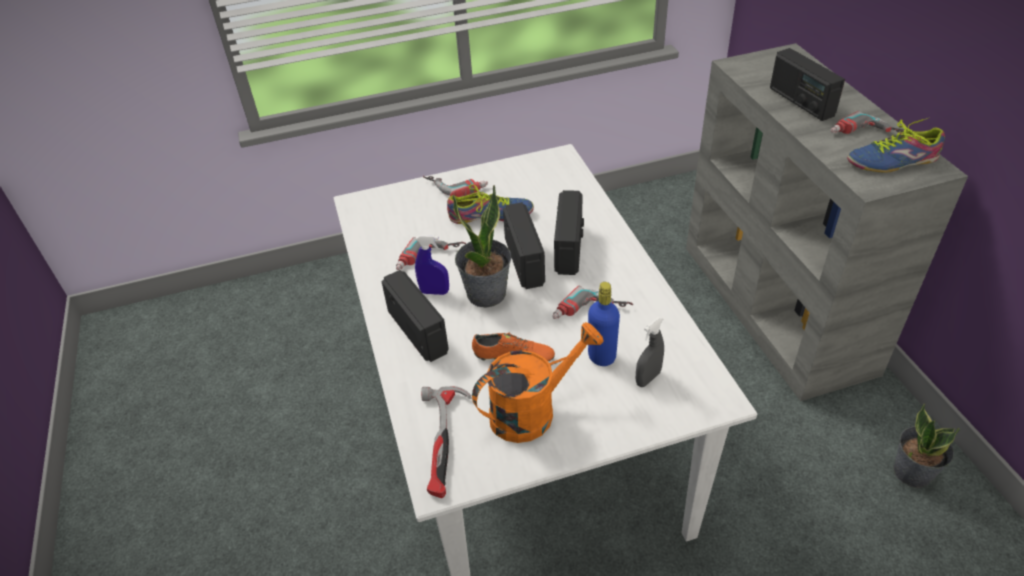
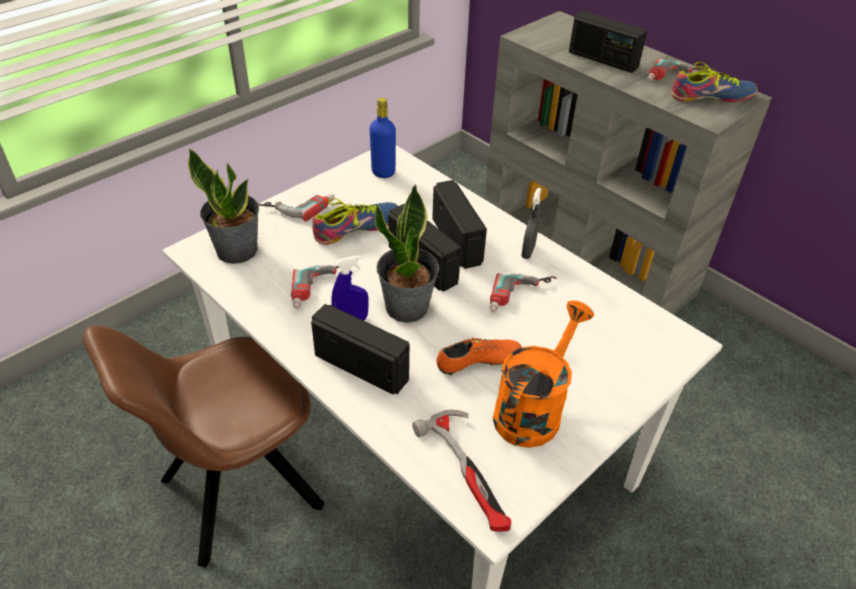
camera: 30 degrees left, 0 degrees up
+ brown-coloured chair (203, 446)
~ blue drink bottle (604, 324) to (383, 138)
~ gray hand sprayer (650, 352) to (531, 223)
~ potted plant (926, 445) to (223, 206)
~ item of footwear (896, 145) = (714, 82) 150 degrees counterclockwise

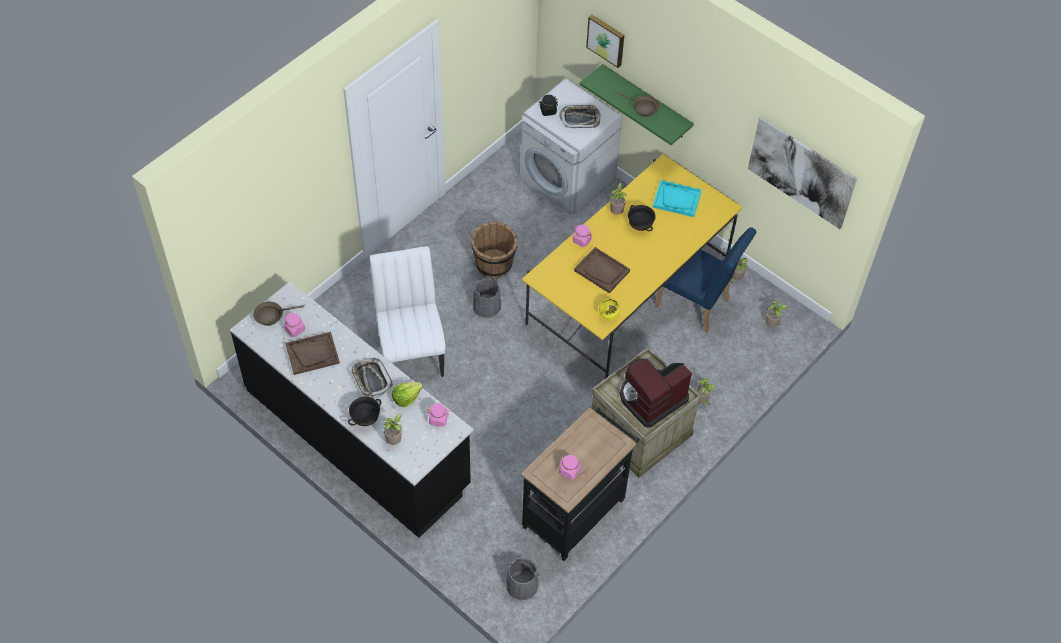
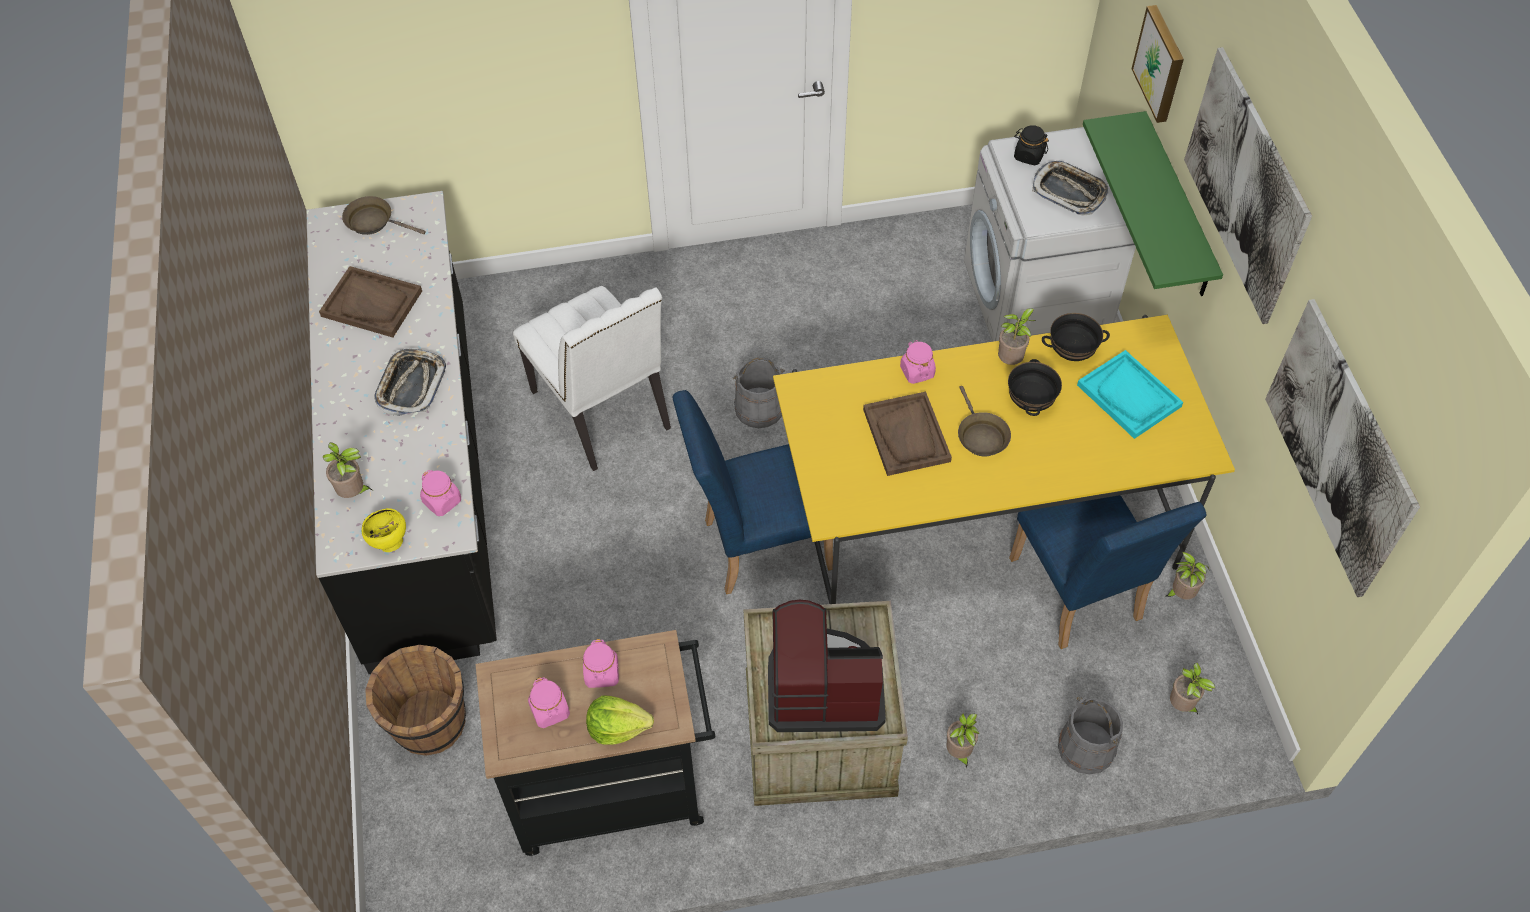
camera: 40 degrees right, 0 degrees up
+ blue chair (752, 492)
+ picture (1248, 185)
~ pink-coloured preserve jar (294, 325) to (601, 663)
~ black-coloured serving bowl (364, 411) to (1076, 337)
~ lettuce head (407, 394) to (620, 720)
~ brown-coloured water bucket (494, 250) to (415, 700)
~ gray water bucket (522, 579) to (1090, 735)
~ yellow-coloured serving bowl (610, 310) to (384, 530)
~ brown-coloured pan (638, 104) to (984, 421)
~ white-coloured chair (408, 311) = (592, 378) 120 degrees clockwise

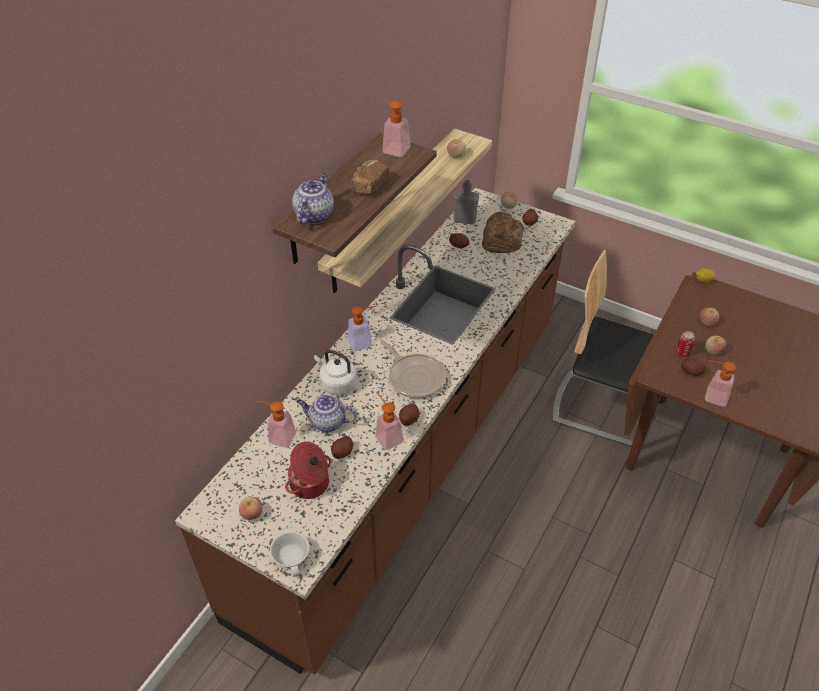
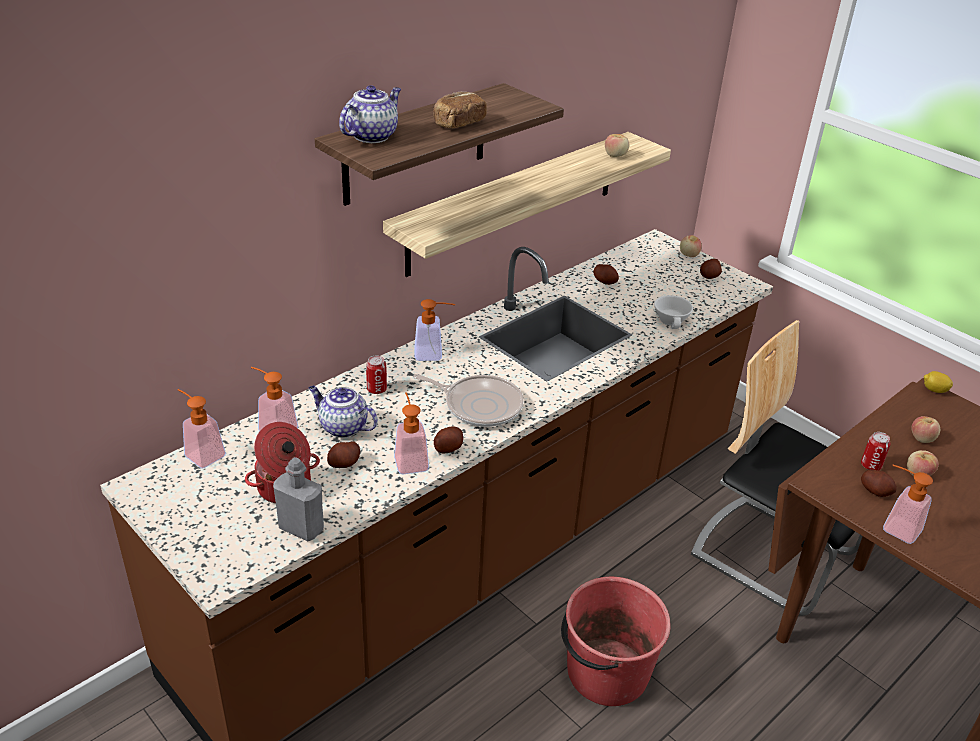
camera: 15 degrees right, 10 degrees down
- apple fruit (251, 508)
- baked bread (503, 232)
+ red water bucket (616, 641)
~ white-coloured drinking cup (290, 554) to (673, 312)
~ soap dispenser (392, 128) to (202, 428)
~ gray drink bottle (466, 202) to (298, 499)
~ white-coloured water kettle (335, 372) to can (376, 374)
~ pan (413, 369) = (468, 400) 45 degrees counterclockwise

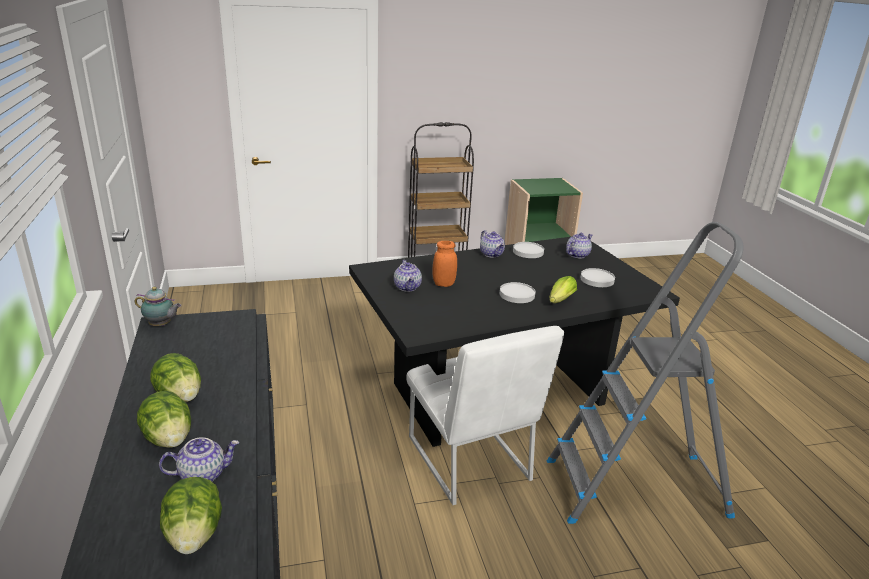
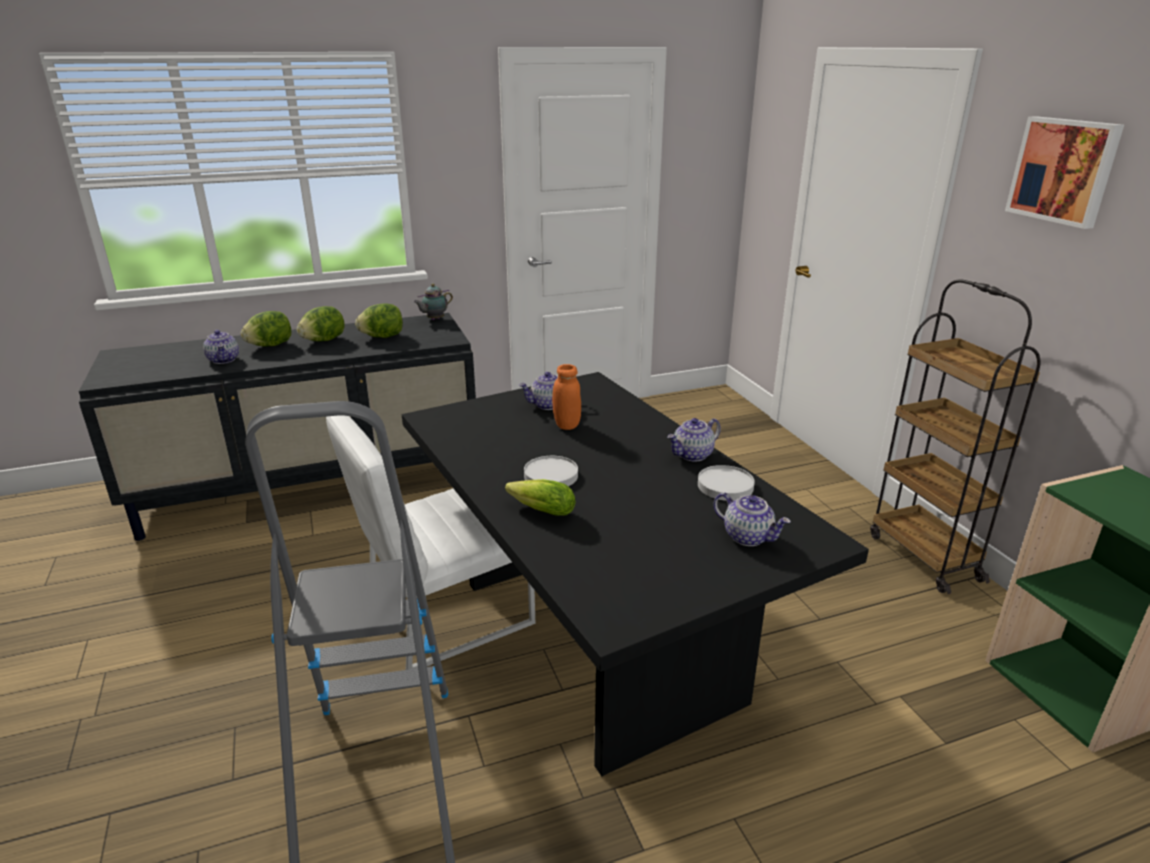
camera: 85 degrees right, 0 degrees up
- white-coloured dinner plate (597, 277)
+ picture (1064, 172)
~ lettuce head (191, 515) to (379, 320)
~ tea pot (158, 306) = (433, 302) 45 degrees clockwise

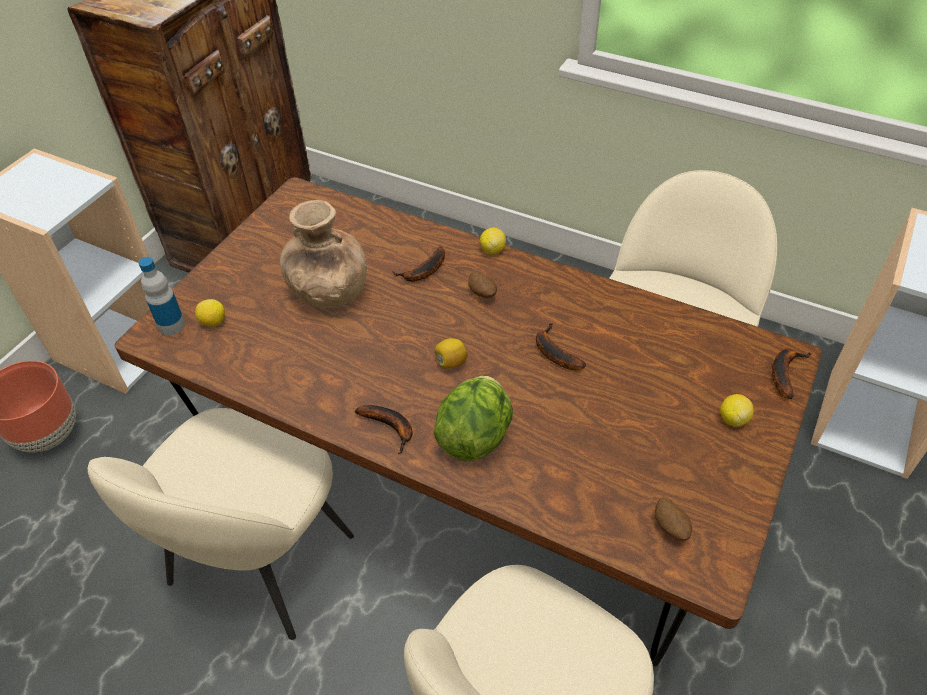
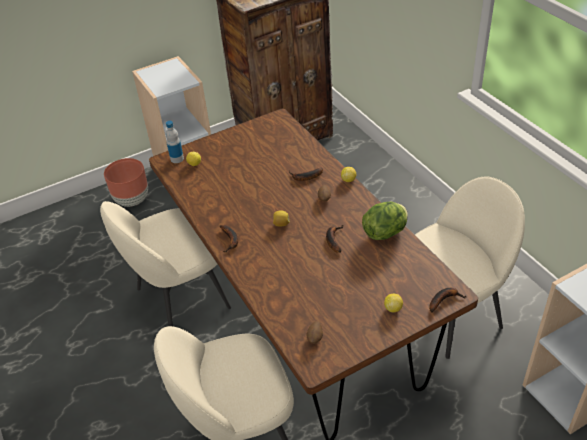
camera: 35 degrees right, 5 degrees down
- brown-coloured flower vase (323, 254)
~ lettuce head (473, 418) to (385, 221)

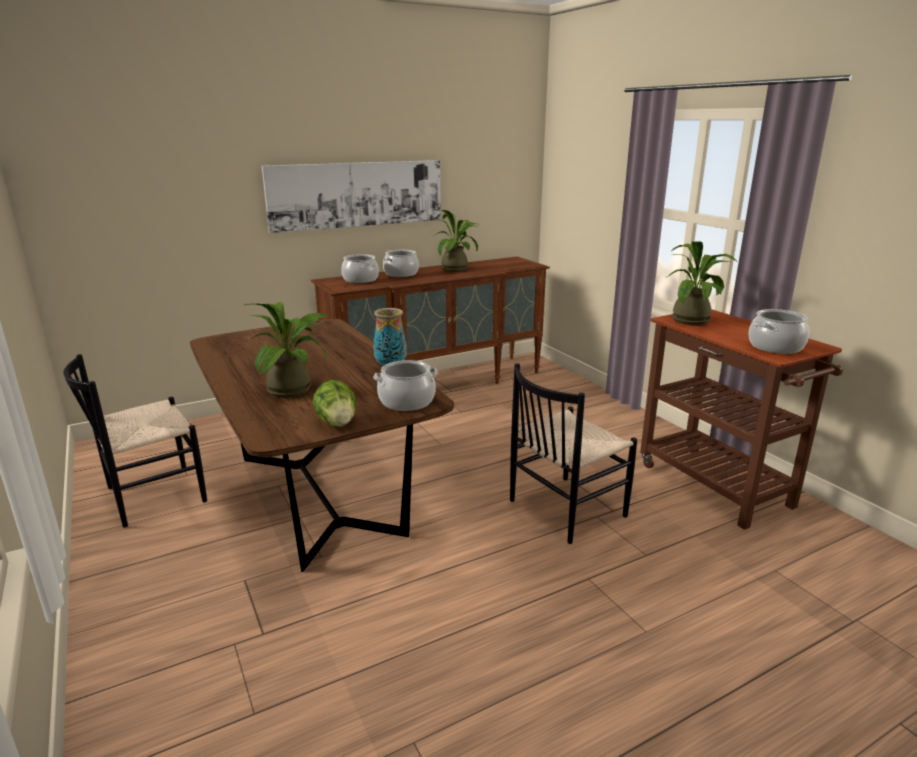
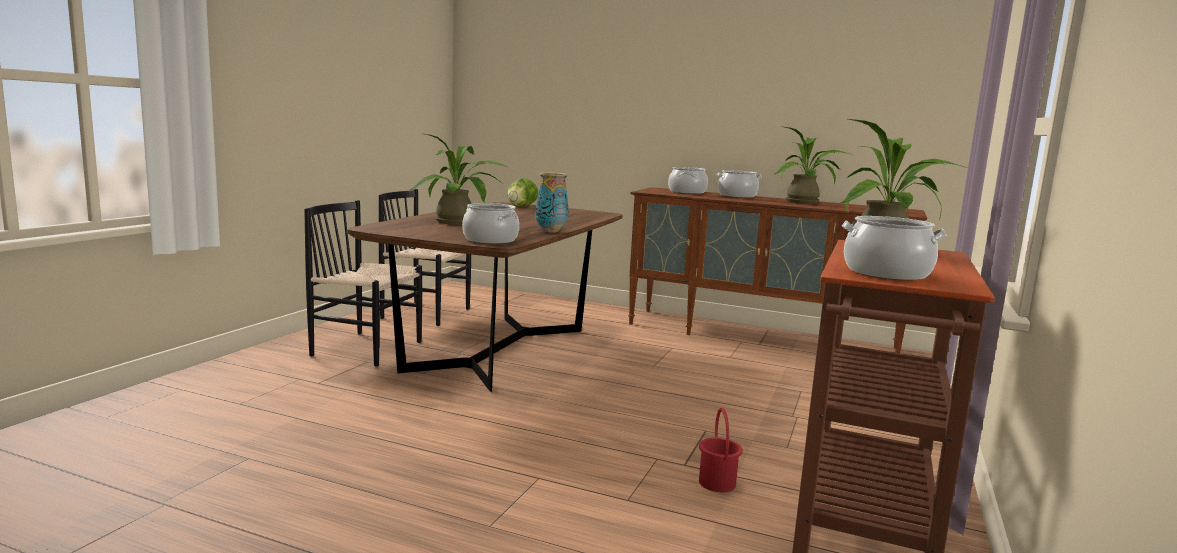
camera: 50 degrees right, 10 degrees down
- picture (351, 196)
+ red water bucket (721, 450)
~ lettuce head (334, 403) to (523, 192)
~ black-coloured chair (573, 453) to (363, 283)

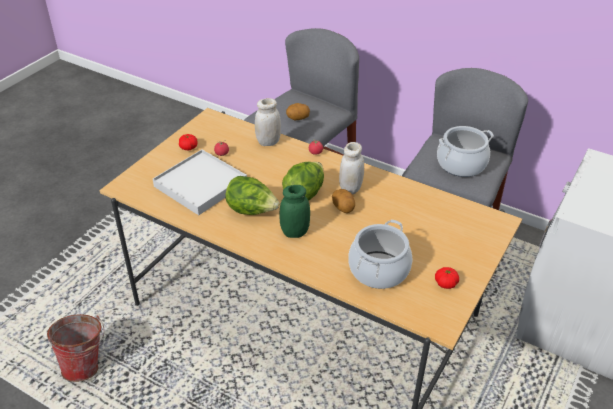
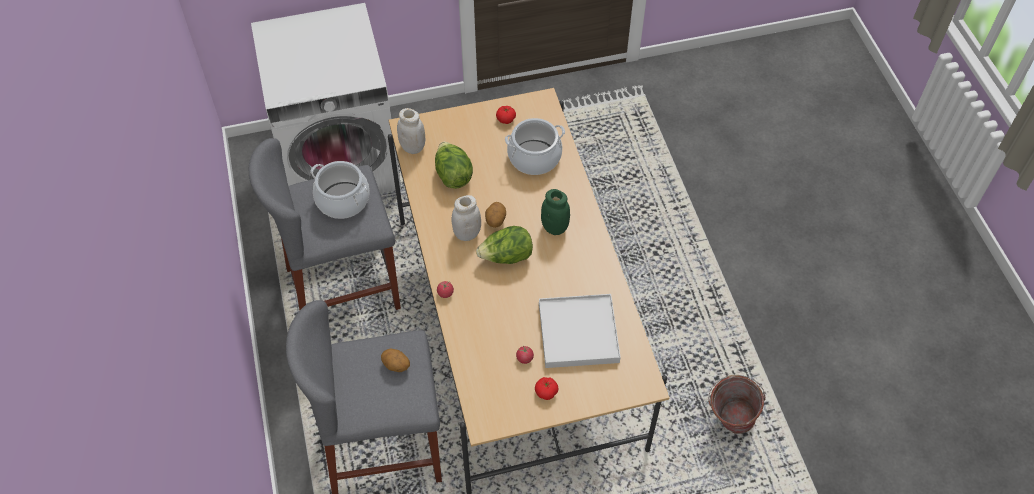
camera: 135 degrees left, 15 degrees up
~ lettuce head (252, 195) to (454, 165)
~ white-coloured preserve jar (268, 122) to (411, 131)

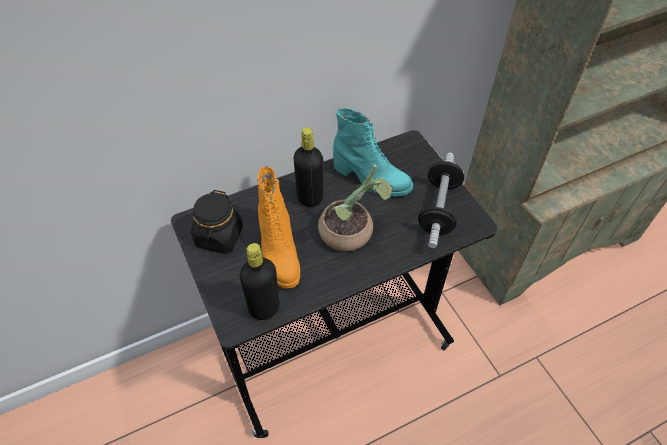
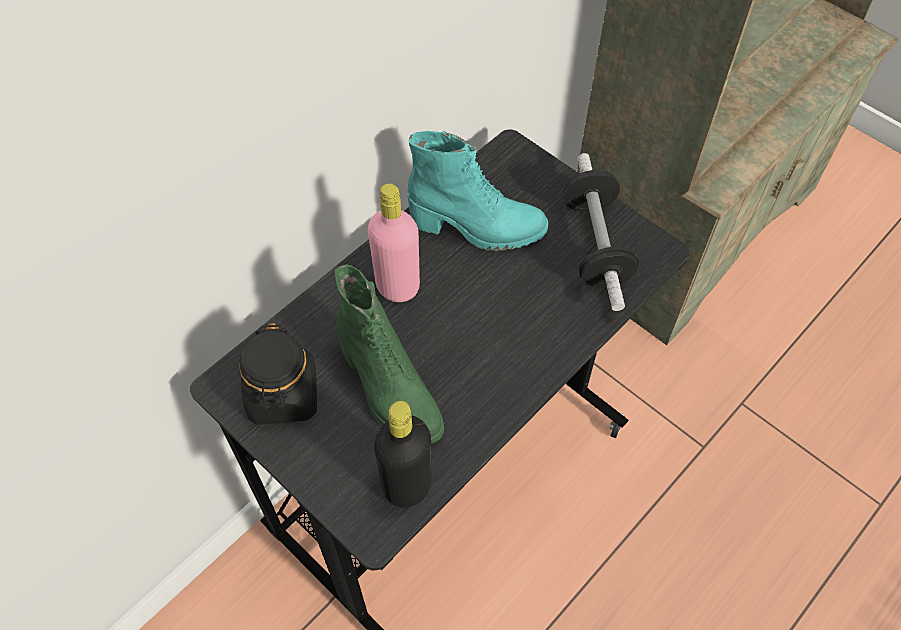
camera: 20 degrees left, 5 degrees up
- potted plant (356, 208)
~ orange-coloured boot (278, 227) to green boot (389, 354)
~ black-coloured drink bottle (308, 167) to pink-coloured drink bottle (394, 242)

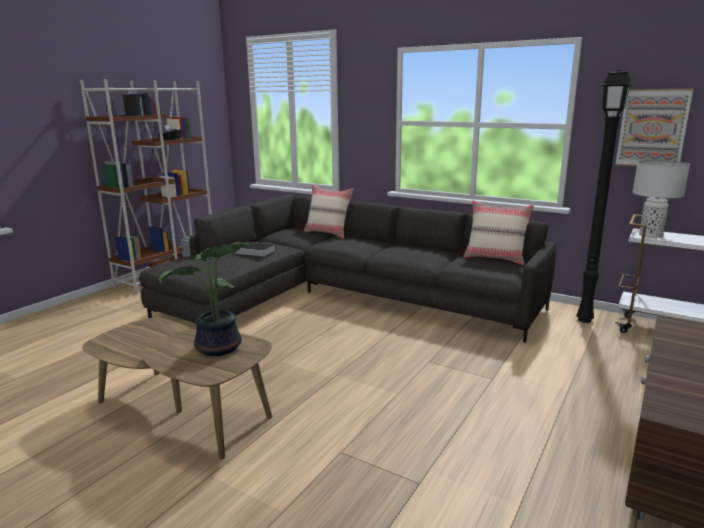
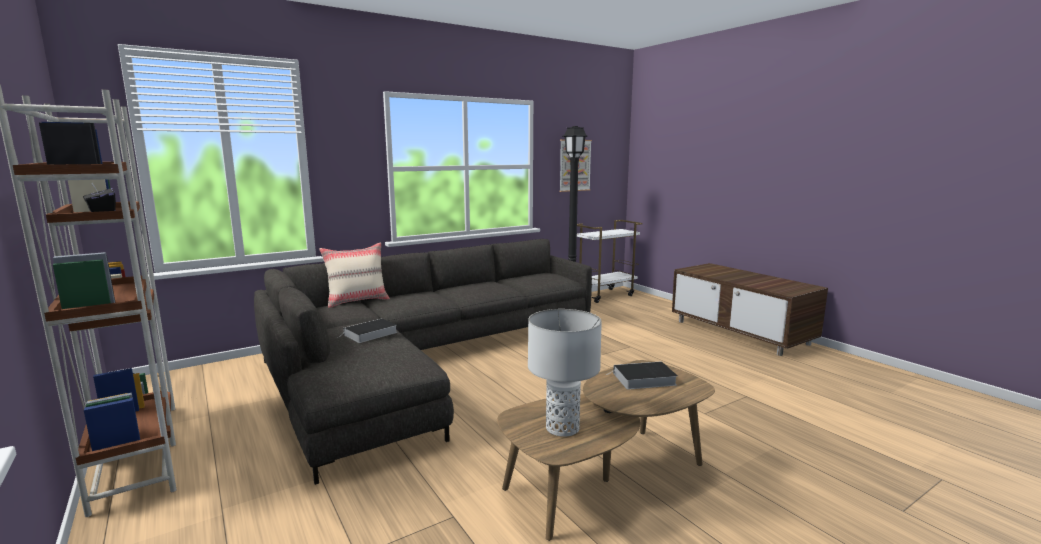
camera: 65 degrees left, 5 degrees down
- beige-coloured pillow (499, 232)
~ white-coloured table lamp (661, 199) to (565, 373)
~ potted plant (204, 299) to volume (642, 375)

